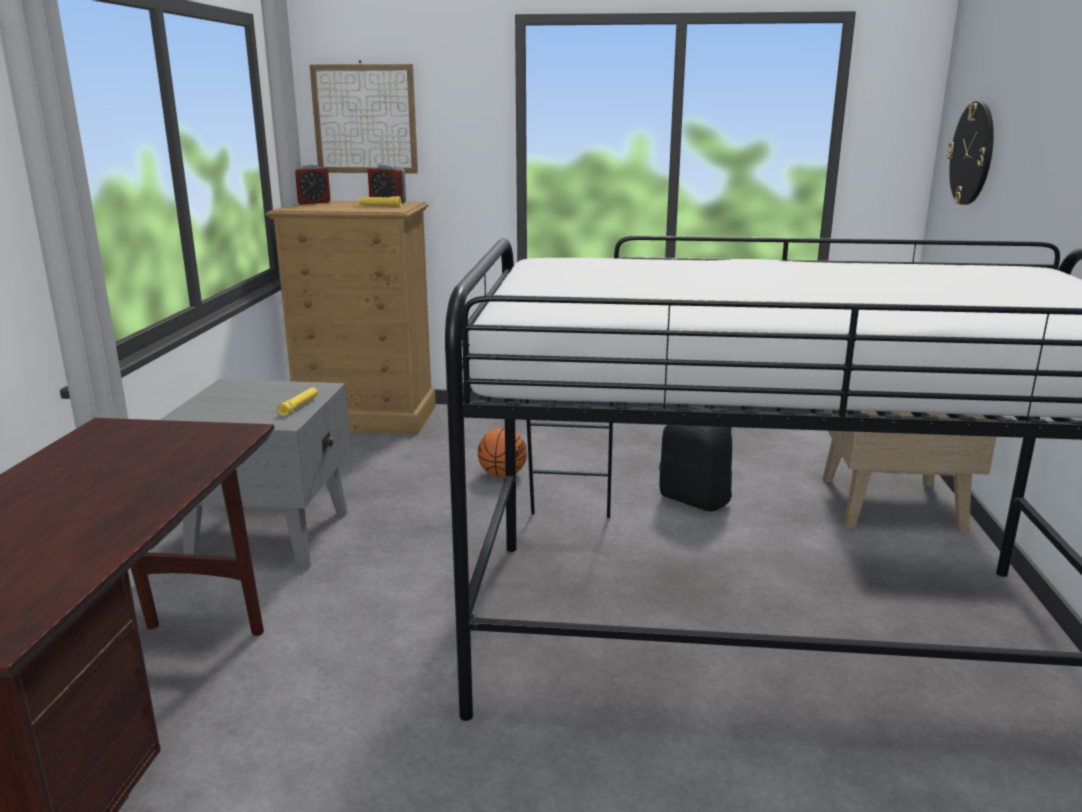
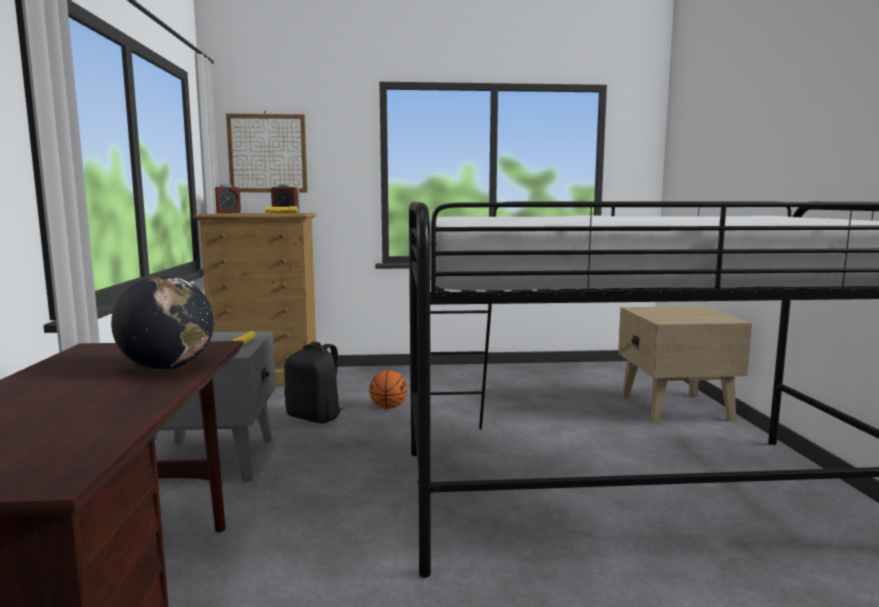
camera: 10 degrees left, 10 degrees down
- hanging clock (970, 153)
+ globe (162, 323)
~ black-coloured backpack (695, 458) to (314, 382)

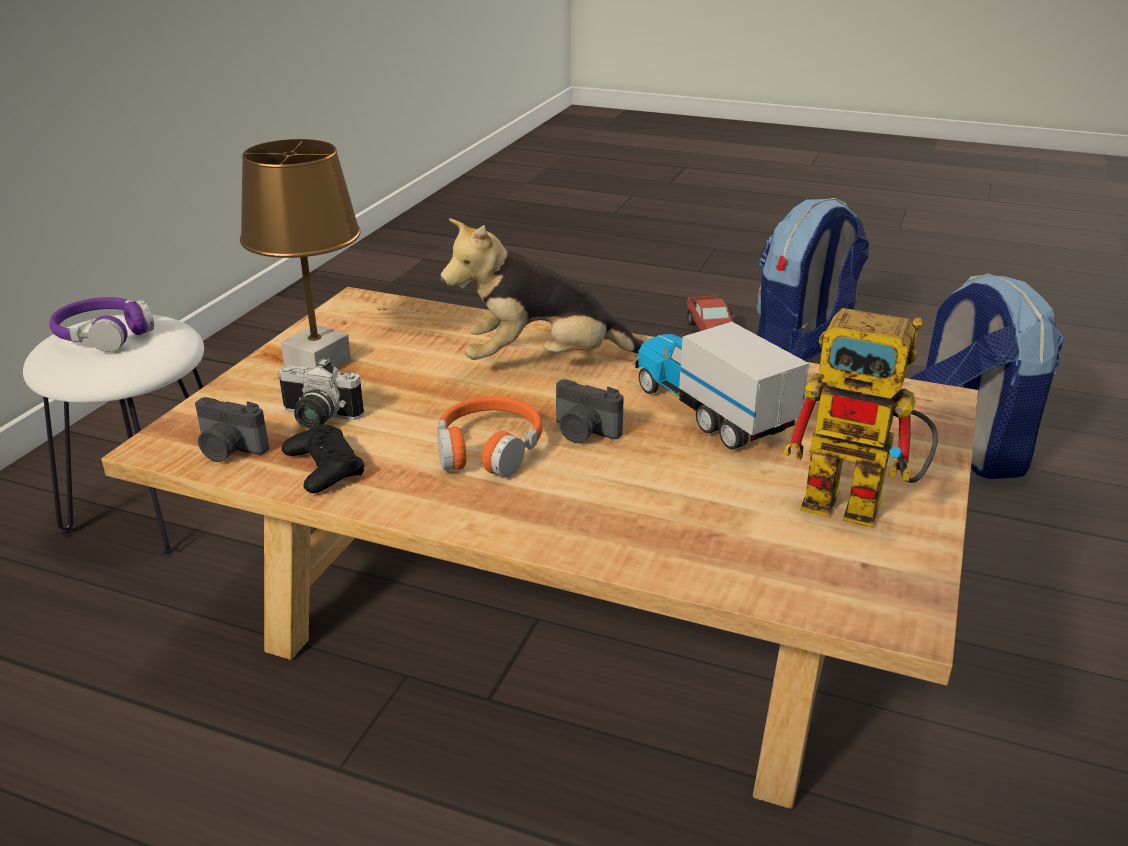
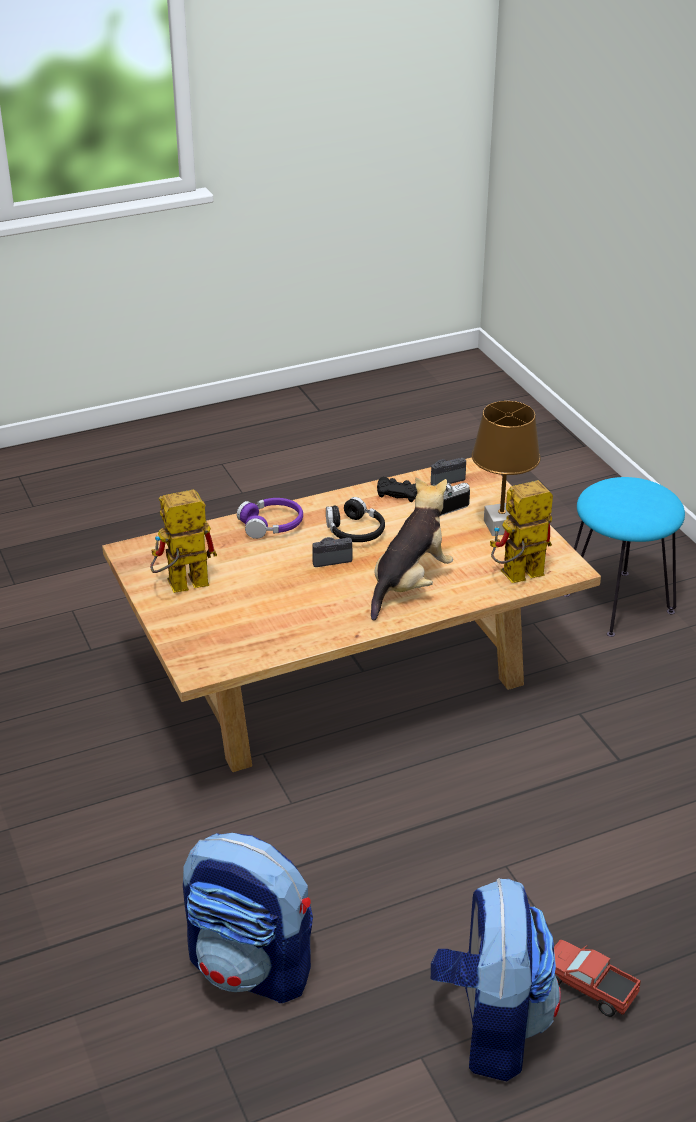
camera: 135 degrees right, 5 degrees up
- toy lorry (722, 386)
+ model robot (521, 531)
~ purple headset (101, 324) to (270, 518)
~ white-coloured sitting stool (113, 435) to turquoise-coloured sitting stool (624, 557)
~ orange-coloured headset (490, 436) to black-coloured headset (355, 519)

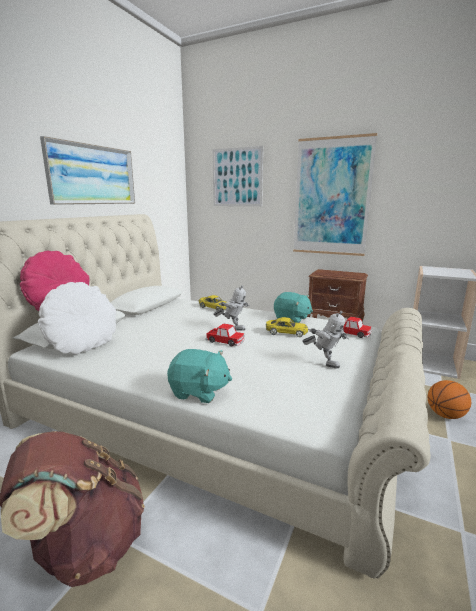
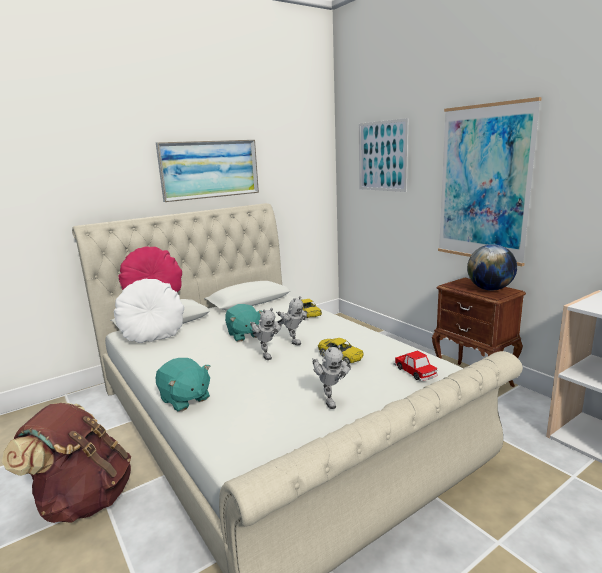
camera: 30 degrees right, 0 degrees up
- basketball ball (449, 399)
+ globe (492, 267)
~ turquoise-coloured soft toy (293, 307) to (244, 323)
~ toy car (225, 334) to model robot (266, 334)

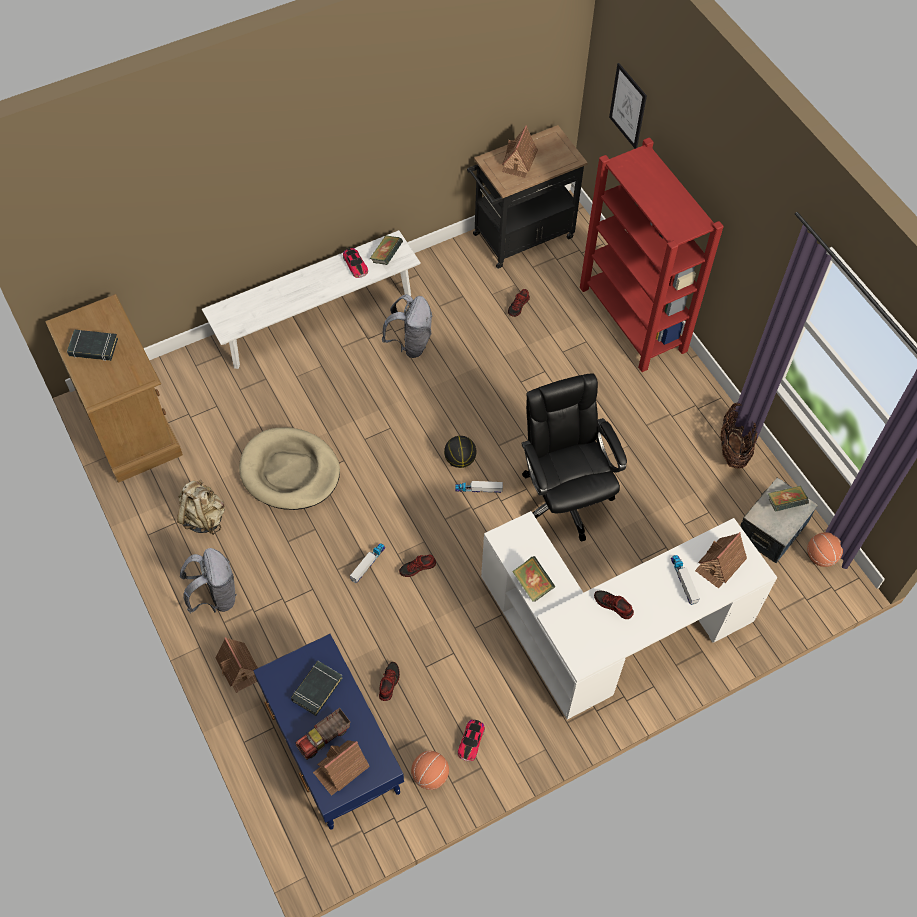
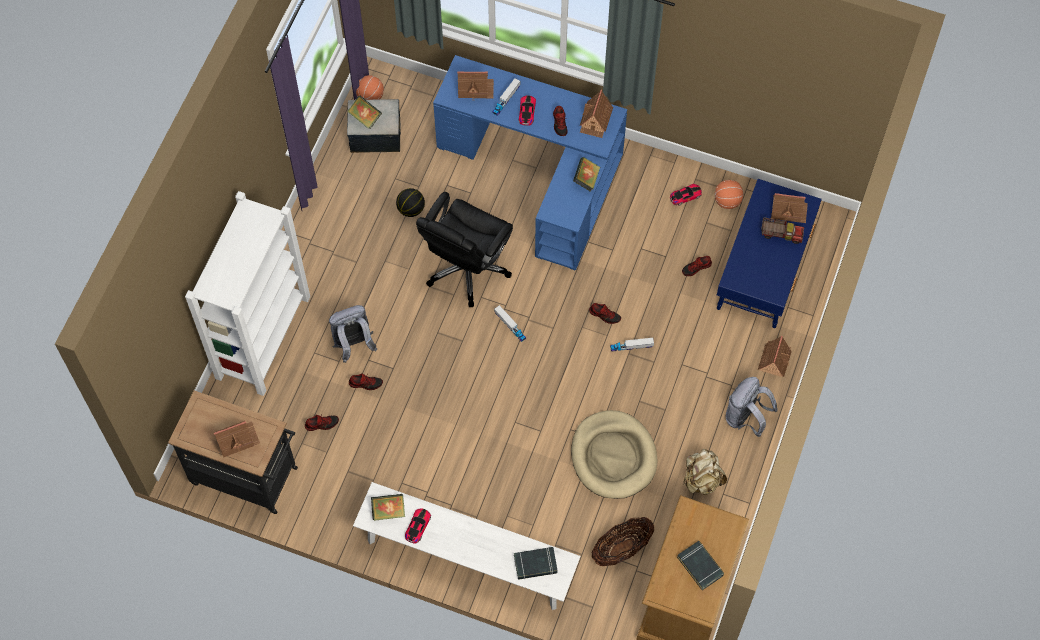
camera: 130 degrees left, 5 degrees up
- picture (628, 106)
+ item of footwear (366, 381)
+ toy car (527, 110)
+ toy house (596, 114)
~ black-coloured volume (317, 688) to (536, 563)
~ gray backpack (407, 326) to (353, 334)
~ basketball ball (460, 452) to (410, 202)
~ household basket (738, 435) to (623, 541)
~ white-coloured desk unit (629, 615) to blue desk unit (530, 162)
~ red bookcase (652, 255) to white-coloured bookcase (247, 293)

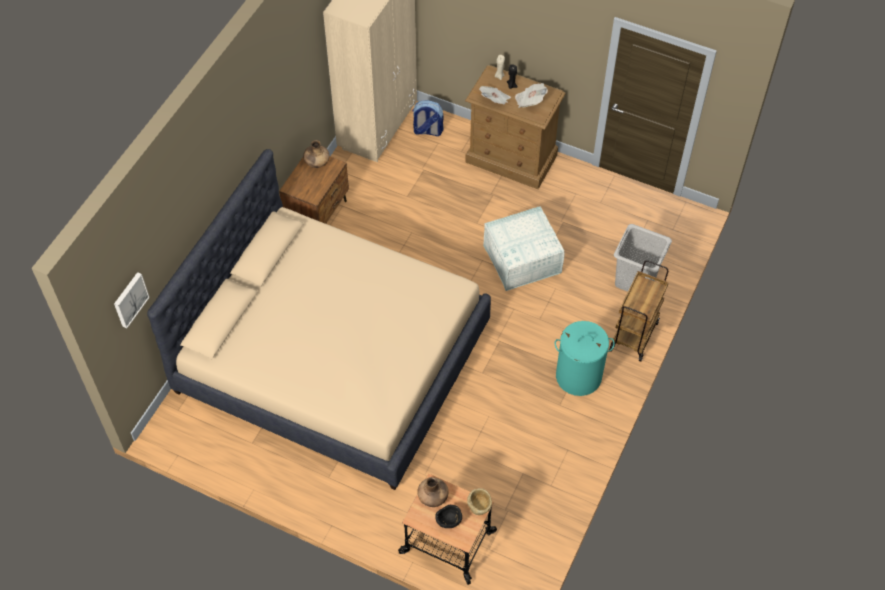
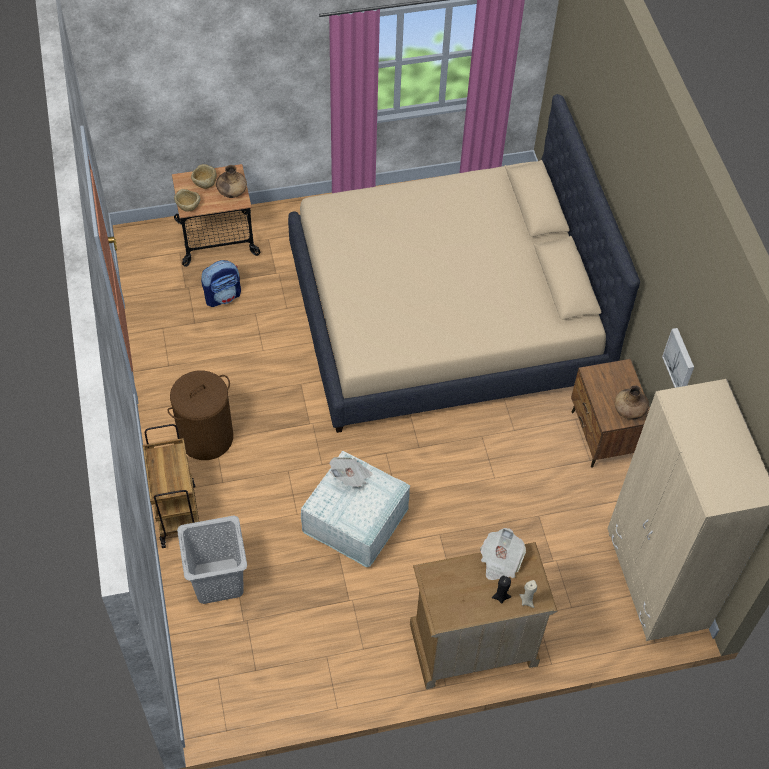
camera: 140 degrees right, 0 degrees up
~ picture (132, 300) to (678, 358)
~ backpack (428, 118) to (221, 283)
~ daily paper (531, 95) to (351, 472)
~ black-coloured serving bowl (448, 516) to beige-coloured serving bowl (204, 176)
~ turquoise-coloured laundry basket (584, 358) to brown-coloured laundry basket (200, 415)

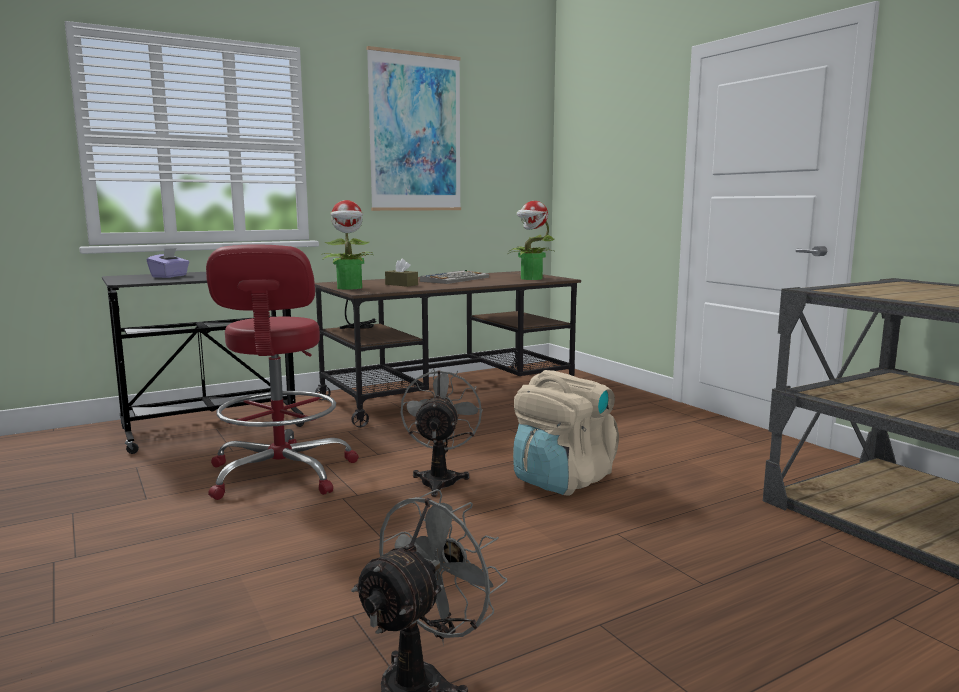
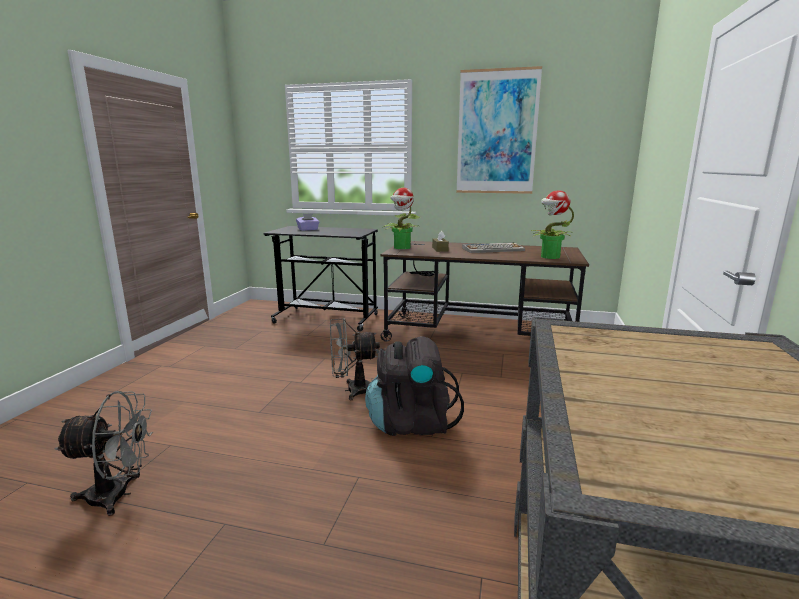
camera: 45 degrees right, 5 degrees up
- red sitting stool (282, 372)
~ beige-coloured backpack (566, 433) to black-coloured backpack (414, 386)
~ gray fan (442, 433) = (355, 359) 150 degrees counterclockwise

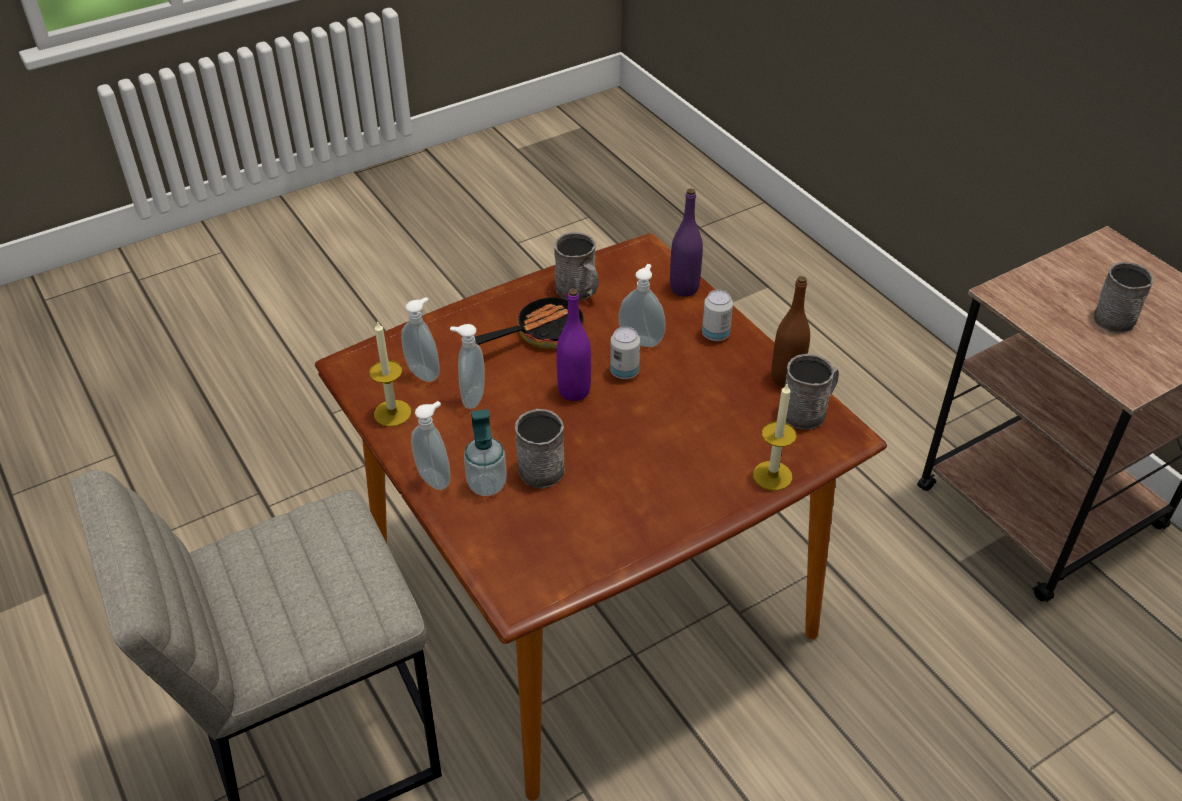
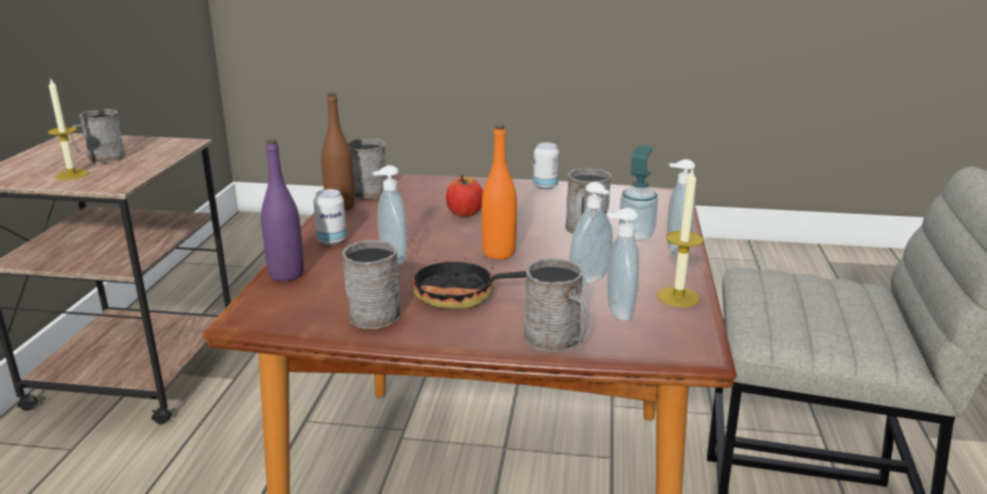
camera: 140 degrees left, 20 degrees down
+ apple fruit (464, 196)
+ gray coffee mug (557, 305)
~ can (625, 353) to (546, 166)
~ wax candle (775, 437) to (68, 129)
~ purple drink bottle (574, 345) to orange-coloured drink bottle (499, 192)

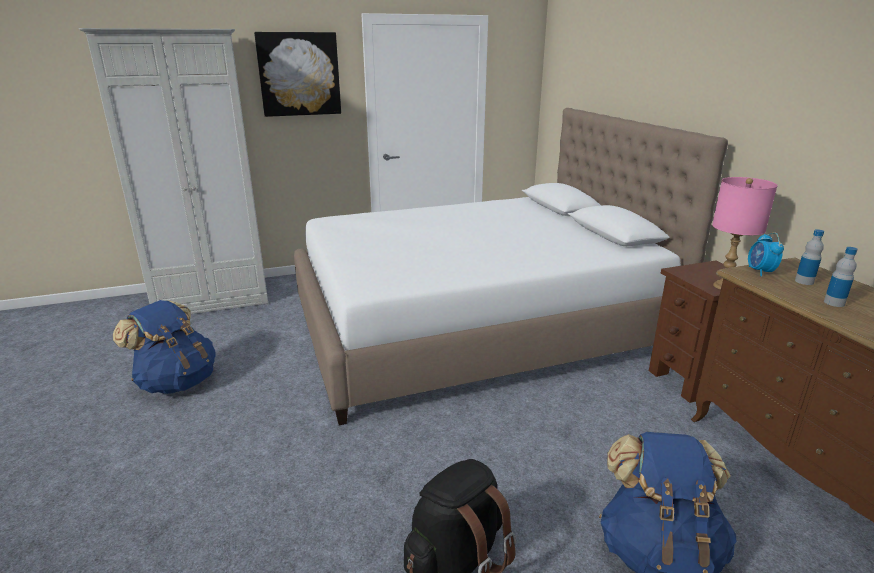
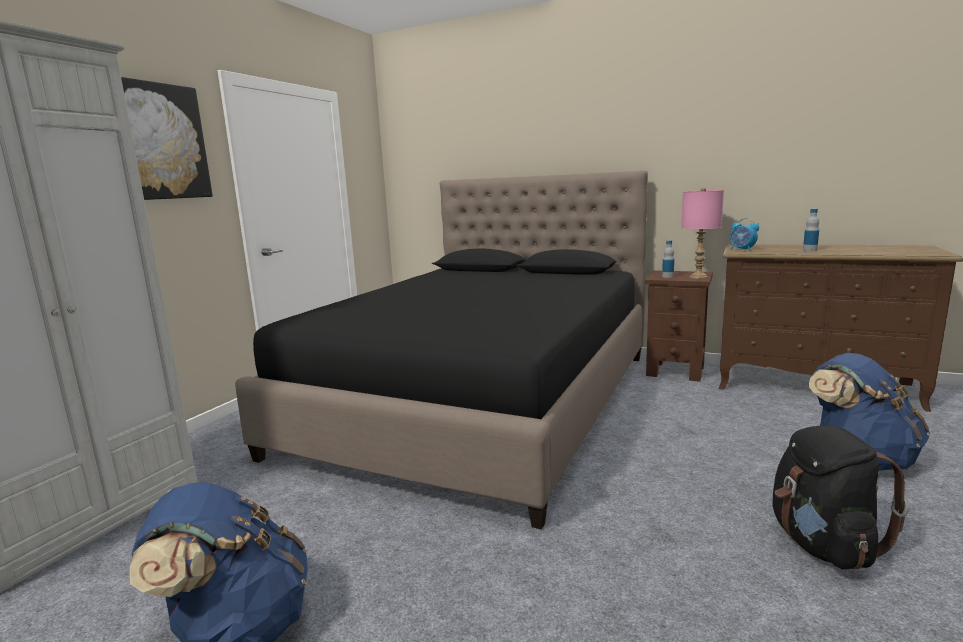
camera: 45 degrees left, 10 degrees down
~ drink bottle (809, 257) to (668, 259)
~ white-coloured bedroom bed (511, 266) to black-coloured bedroom bed (441, 349)

